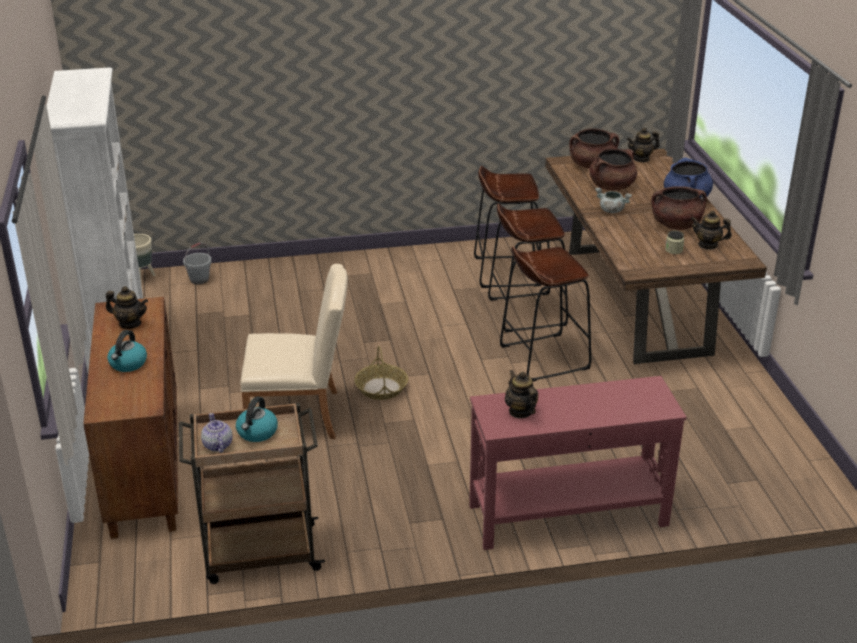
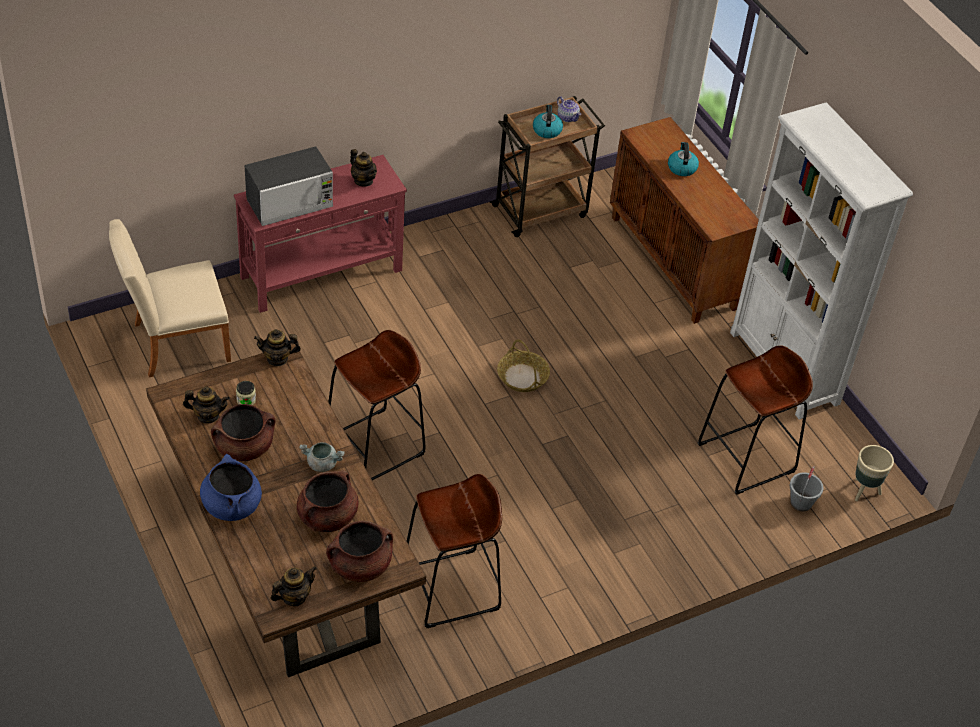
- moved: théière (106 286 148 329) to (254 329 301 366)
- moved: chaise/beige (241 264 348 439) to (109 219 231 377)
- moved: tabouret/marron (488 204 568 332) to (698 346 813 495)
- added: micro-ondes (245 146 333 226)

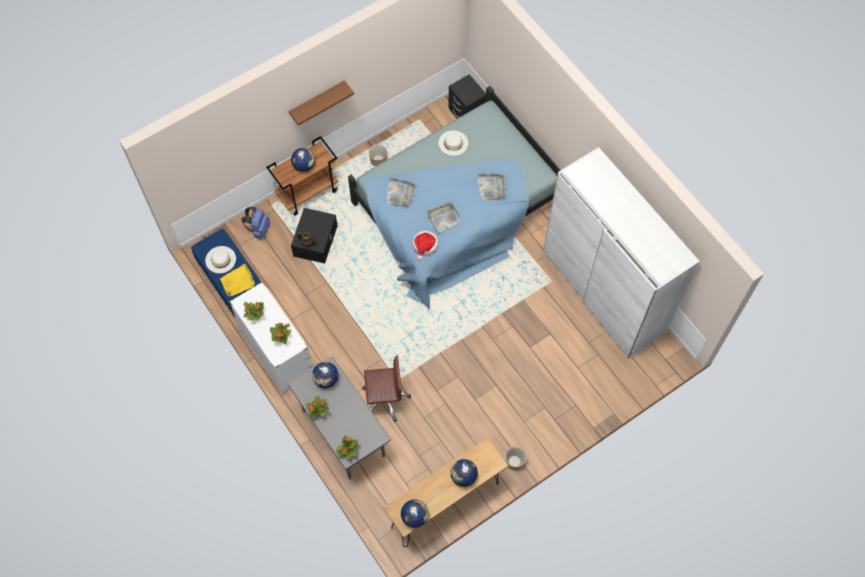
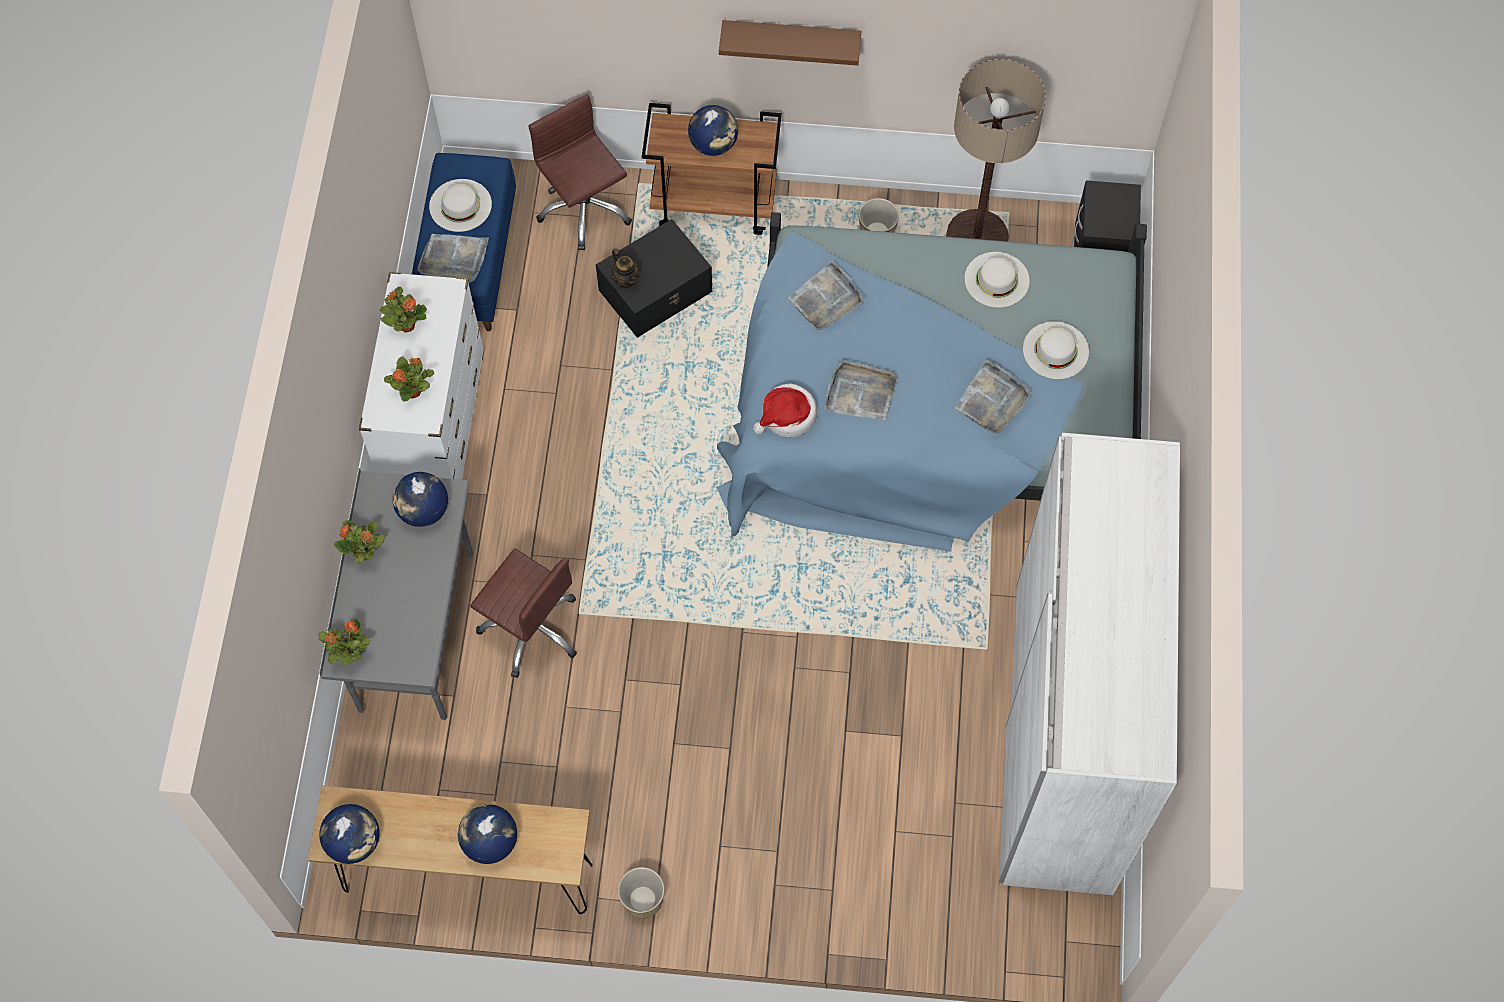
- recoloured: plateau/jaune (220 264 255 296) to plateau/gris (417 234 489 283)
- replaced: sac à dos/bleu (242 207 270 239) to chaise de bureau/marron (528 94 632 250)
- added: lampadaire (946 59 1046 242)
- added: chapeau/blanc (1023 321 1089 379)

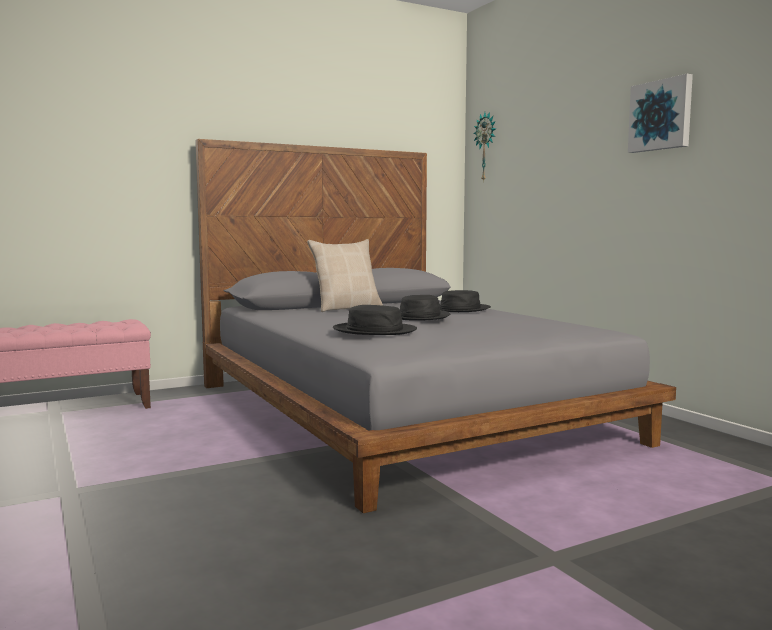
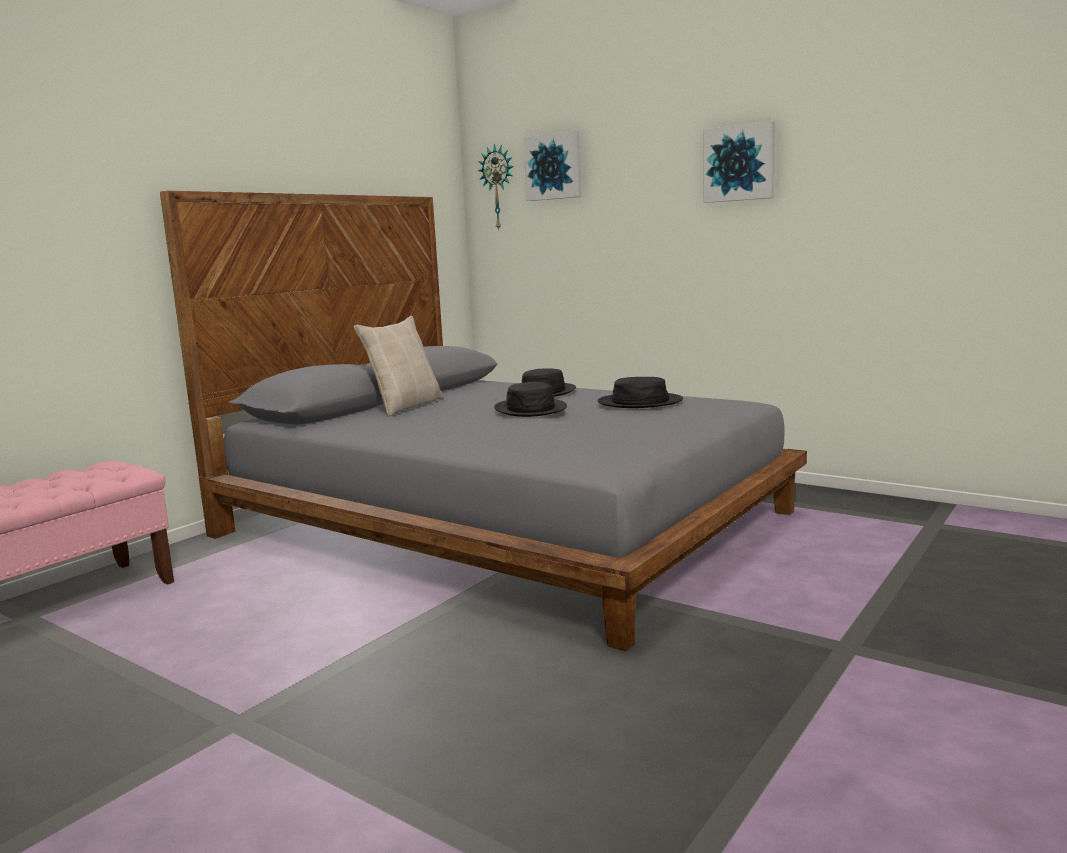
- moved: chapeau/noir (333 305 417 335) to (598 377 683 408)
- added: tableau (524 130 581 201)

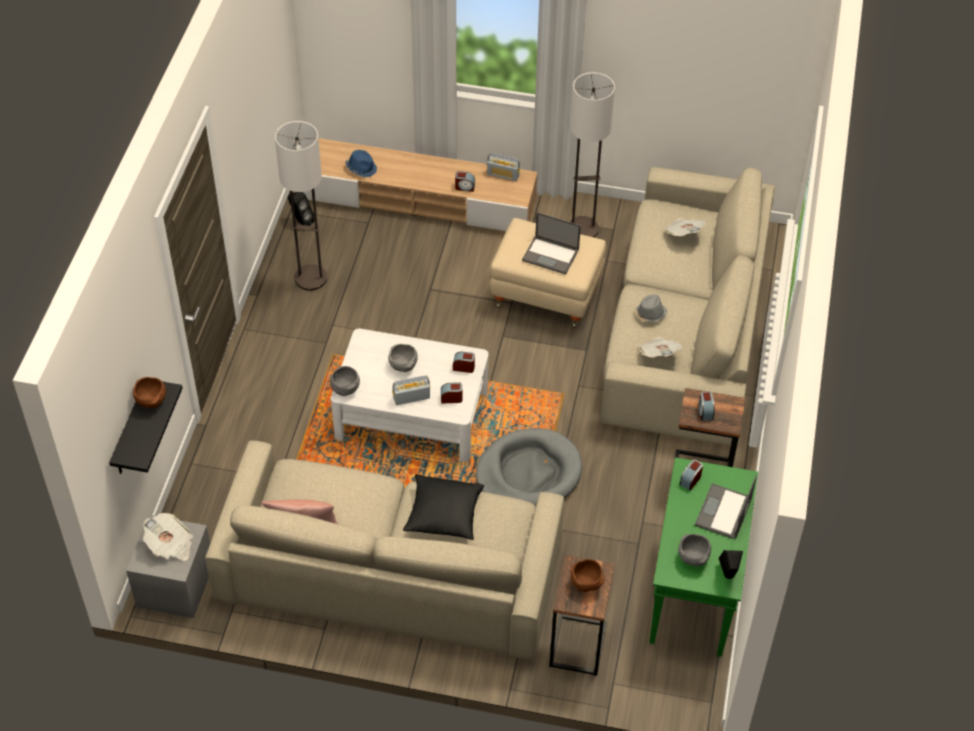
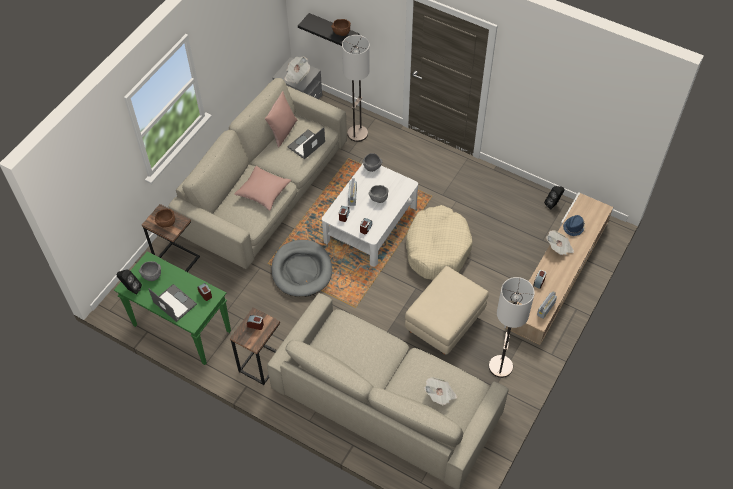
- moved: lampadaire (275 121 327 291) to (342 35 370 142)
- recoloured: coussin/noir (403 474 484 540) to coussin/rose (234 166 291 211)
- moved: ordinateur portable (522 212 581 275) to (287 127 325 159)
- removed: chapeau/gris (635 295 667 322)
- moved: journal (639 337 682 358) to (546 230 574 255)
- added: panier pour chien/beige (405 205 473 280)

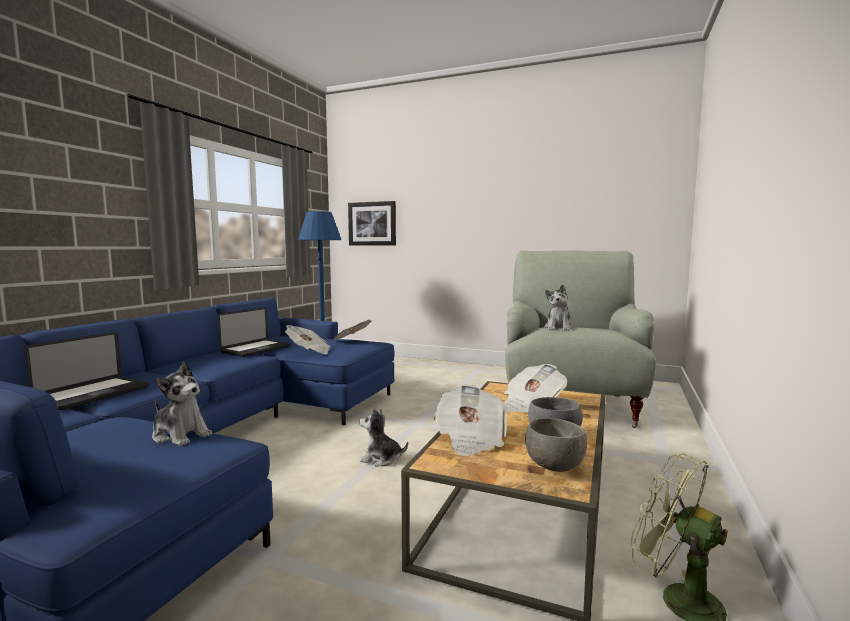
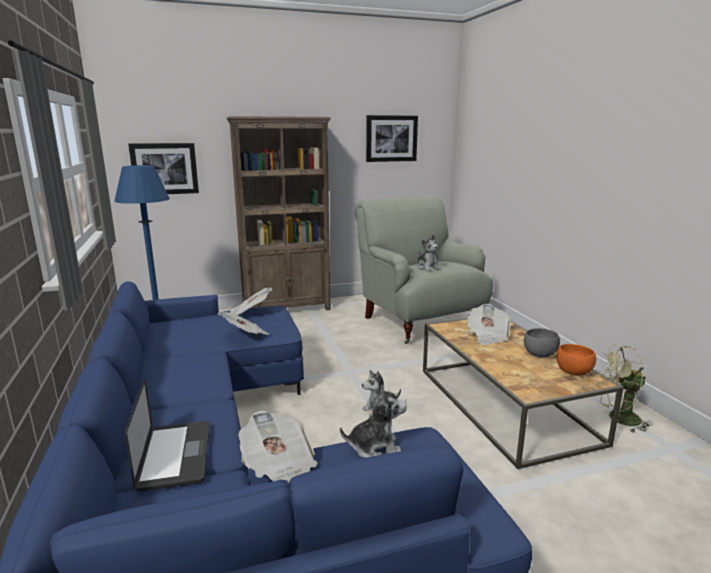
- removed: ordinateur portable (218 307 291 357)
- moved: journal (434 385 507 456) to (238 410 317 483)
- recoloured: bol/gris (525 418 587 472) to bol/orange (557 344 596 375)
- added: bibliothèque/marron (226 116 331 310)
- added: tableau (366 115 418 162)

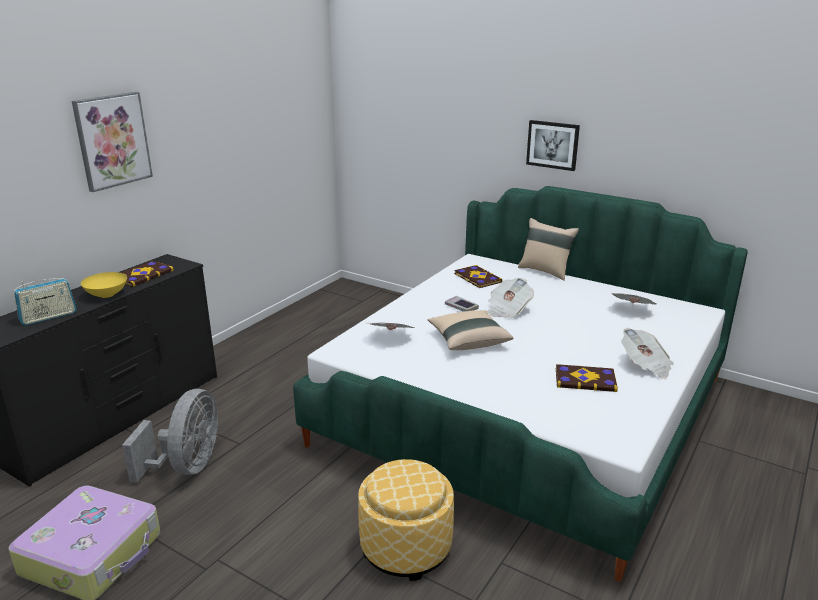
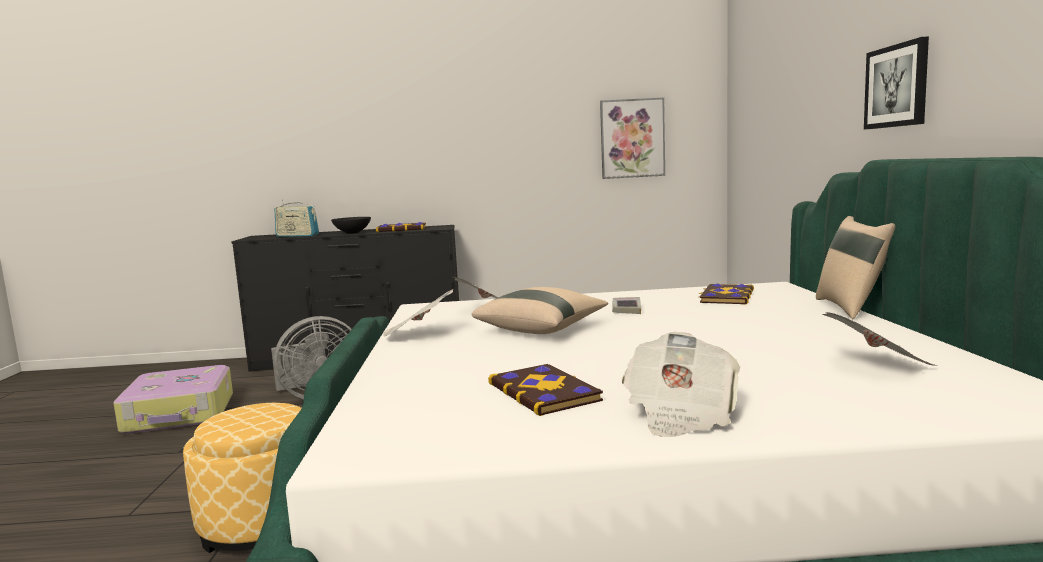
- moved: tableau (72 92 153 192) to (600 97 665 179)
- recoloured: bol/jaune (81 272 127 298) to bol/noir (331 217 371 234)
- moved: journal (487 278 534 318) to (383 290 453 338)

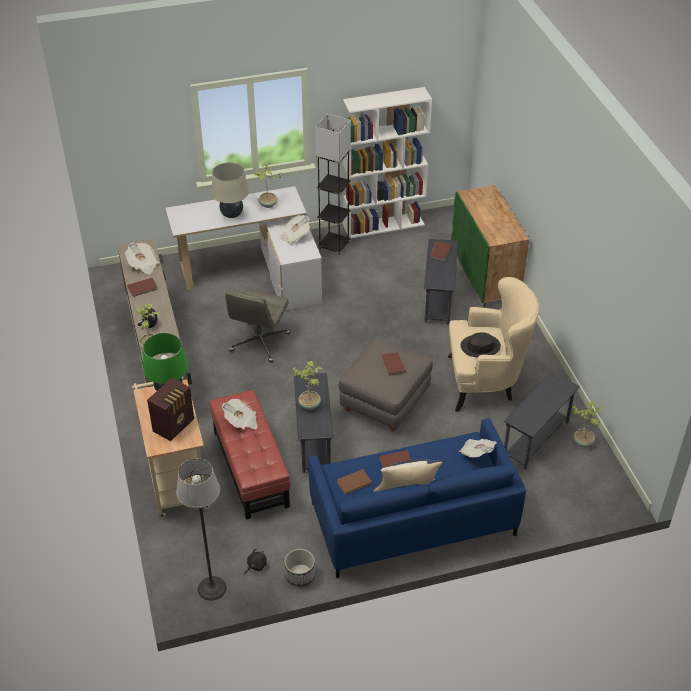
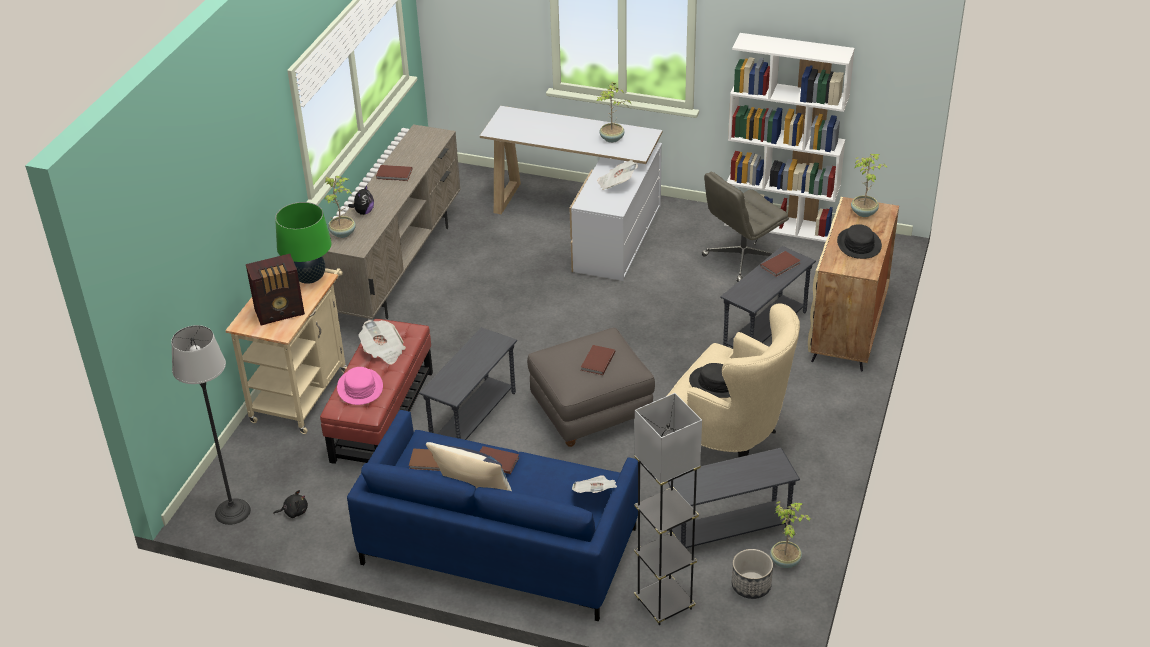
- removed: journal (125 242 159 275)
- removed: lampe de table/beige (212 162 248 218)
- moved: chaise de bureau/gris (225 289 290 363) to (702 172 789 282)
- moved: cache-pot (284 549 315 587) to (732 549 773 599)
- moved: plante en pot (292 361 322 410) to (851 154 887 217)
- moved: lampadaire/gris (315 114 351 255) to (634 393 702 625)
- recoloured: meuble de rangement/vert (451 185 529 308) to meuble de rangement/beige (808 197 899 371)
- added: chapeau/rose (337 367 383 405)
- added: chapeau/noir (837 224 882 259)

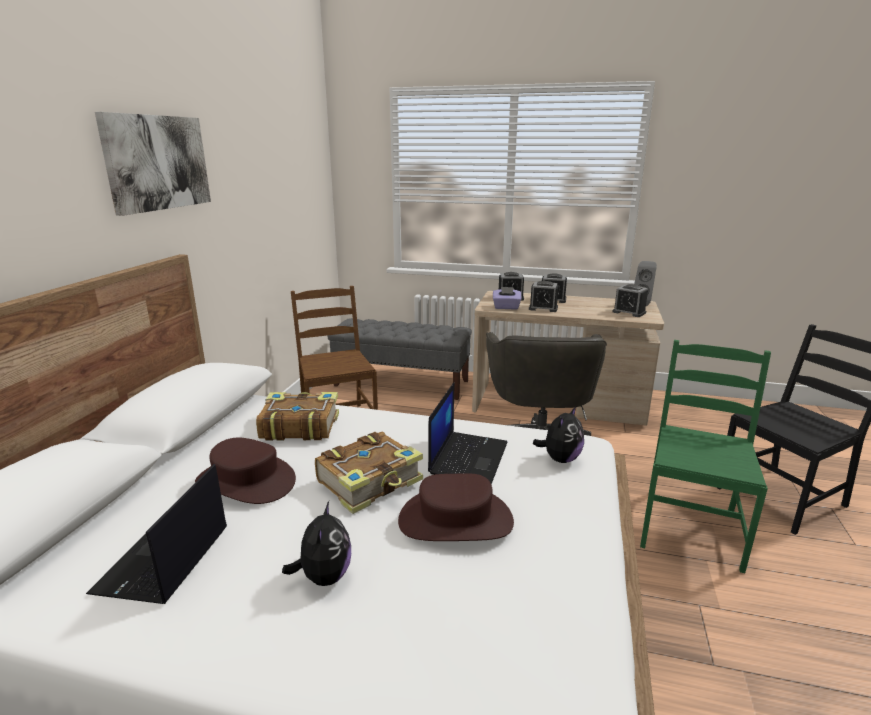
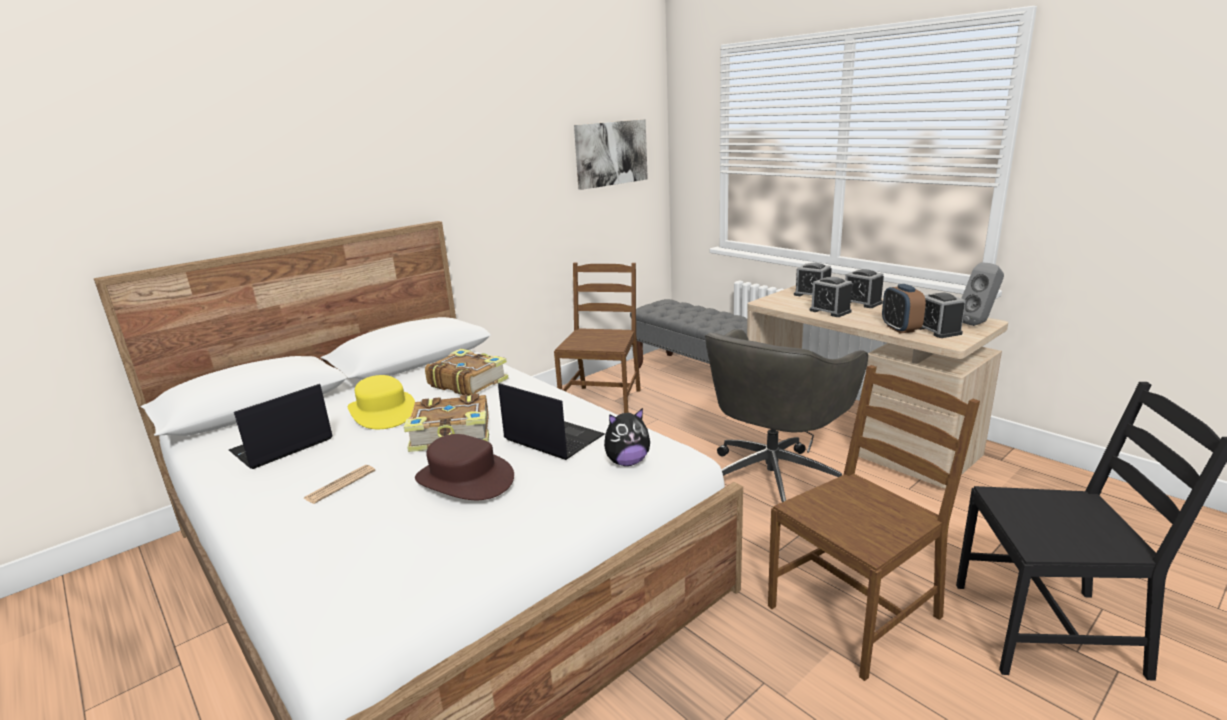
- moved: tableau (95 112 211 216) to (574 119 648 190)
- recoloured: chapeau/marron (195 438 296 504) to chapeau/jaune (348 375 415 429)
- replaced: peluche (282 501 351 586) to journal (303 465 375 504)
- turned: ordinateur portable (428 382 507 484) = (498 383 605 460) 105 degrees counterclockwise
- removed: boîte à mouchoirs/violet (493 287 521 310)
- recoloured: chaise/vert (640 340 771 573) to chaise/marron (768 365 980 681)
- added: réveil (882 284 926 334)

